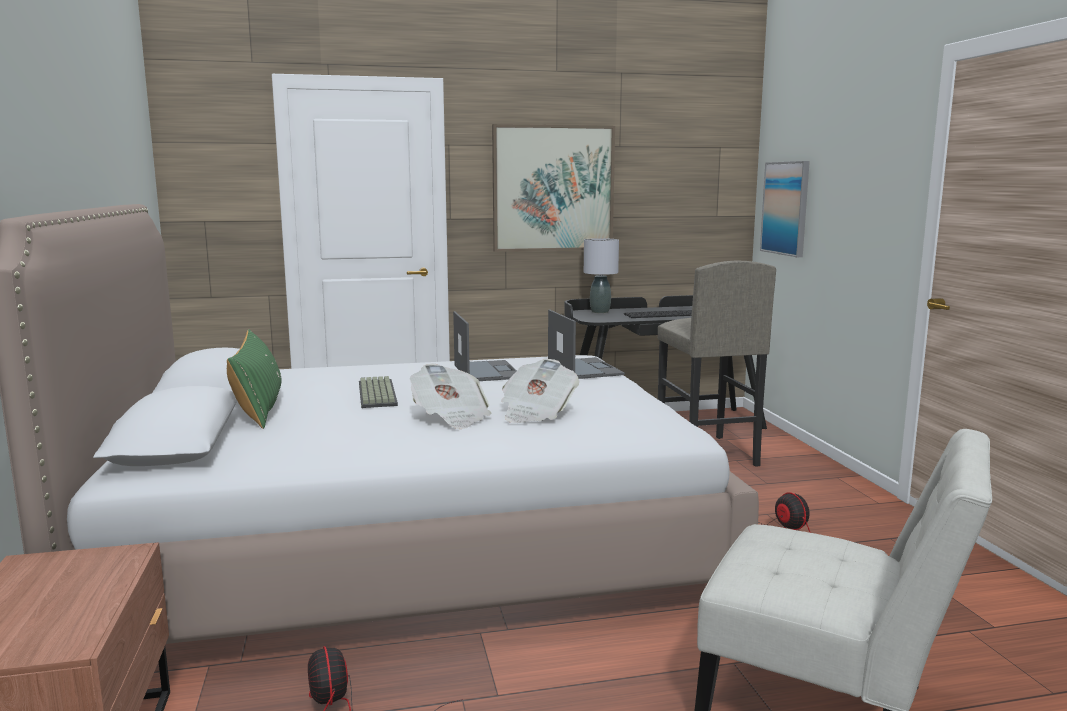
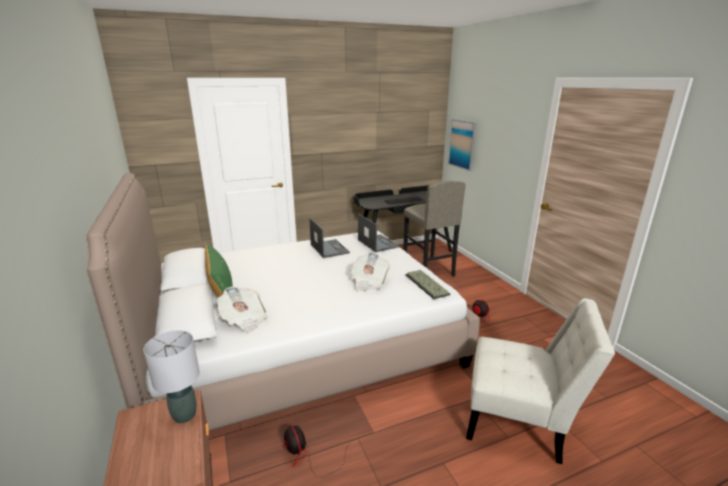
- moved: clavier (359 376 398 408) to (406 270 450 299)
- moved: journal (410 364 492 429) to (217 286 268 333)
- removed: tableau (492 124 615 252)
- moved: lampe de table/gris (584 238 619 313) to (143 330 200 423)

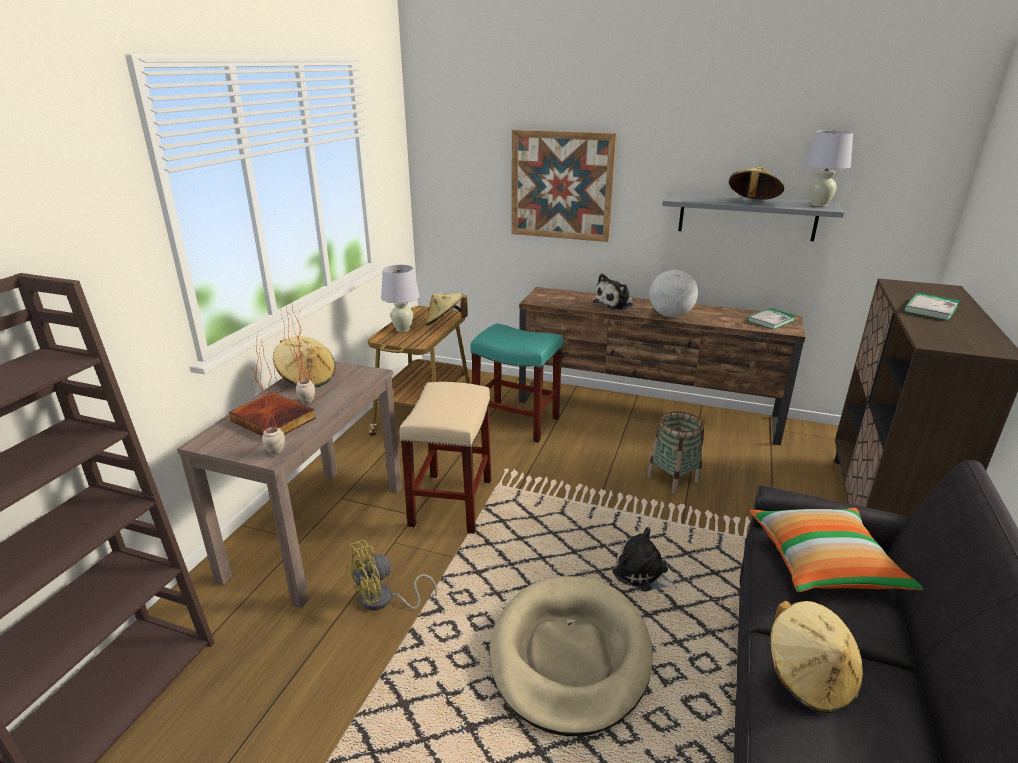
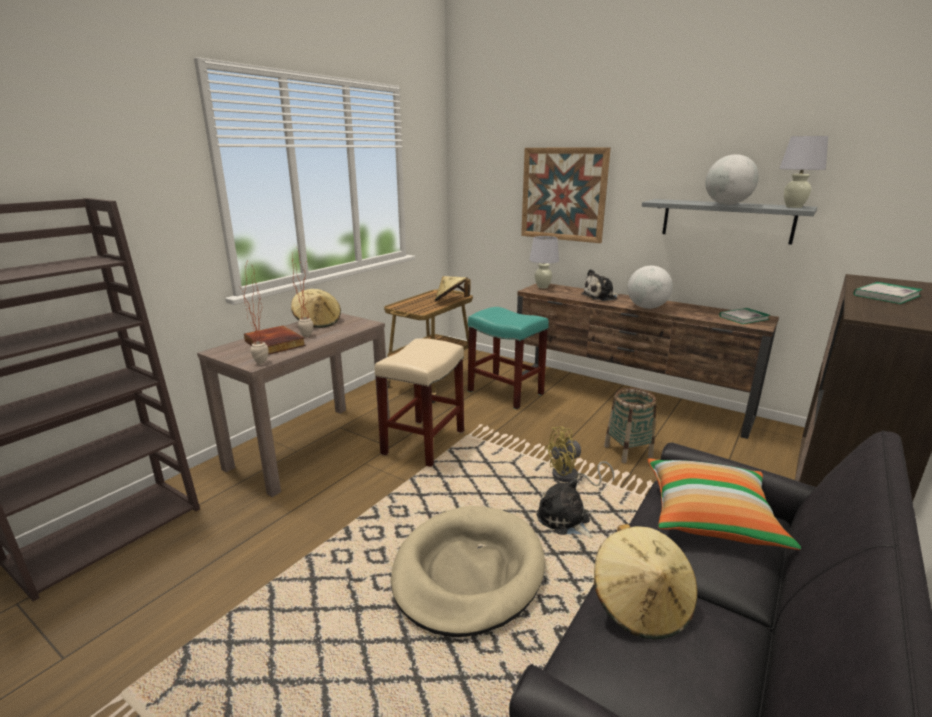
- moved: ventilateur/jaune (346 540 437 611) to (544 427 614 486)
- moved: lampe de table/blanc (381 265 420 332) to (529 236 559 288)
- replaced: chapeau/beige (729 167 784 200) to globe (705 154 759 205)

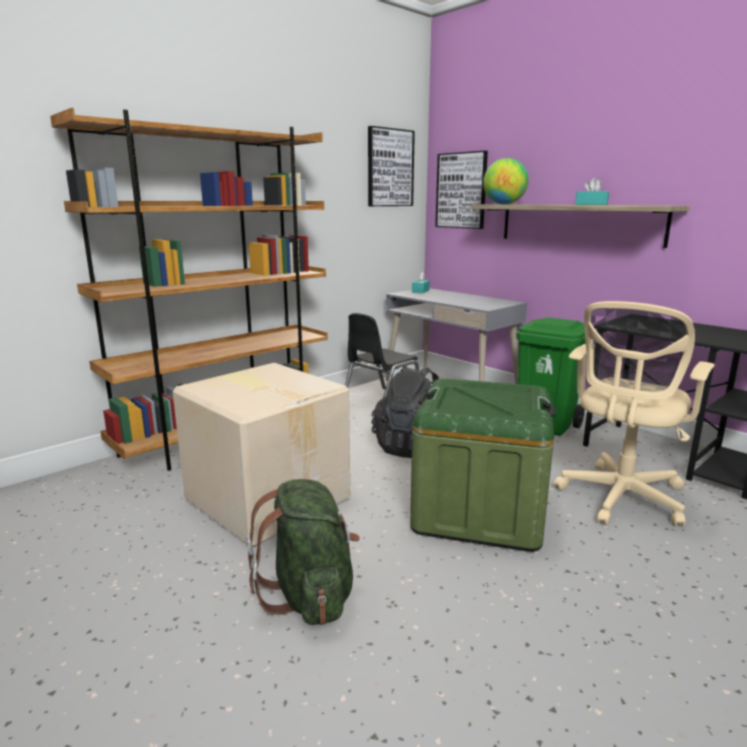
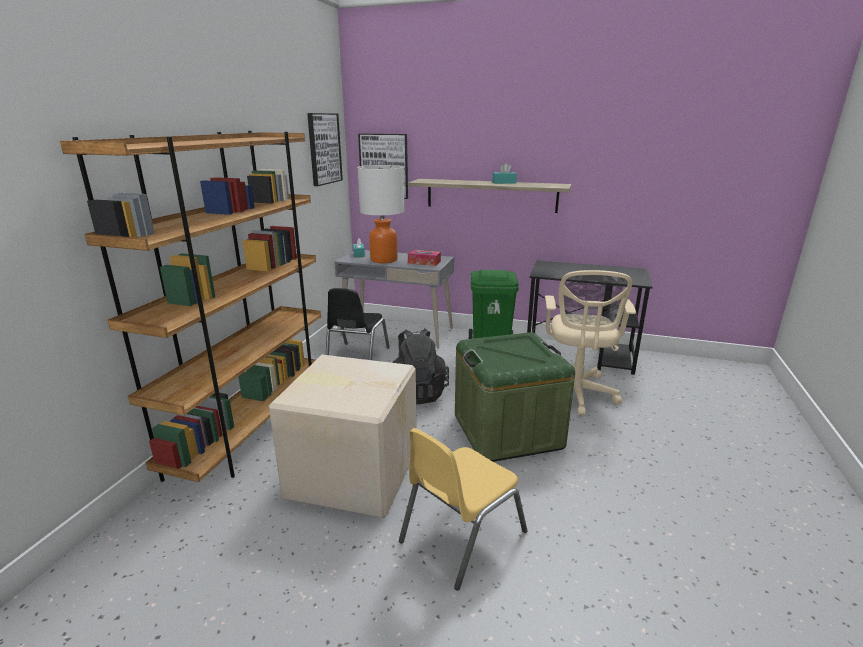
- replaced: sac à dos/vert (247 479 360 625) to chaise/jaune (399 428 528 591)
- removed: globe (483 158 529 204)
- added: lampe de table (357 165 404 263)
- added: boîte à mouchoirs (408 250 441 266)

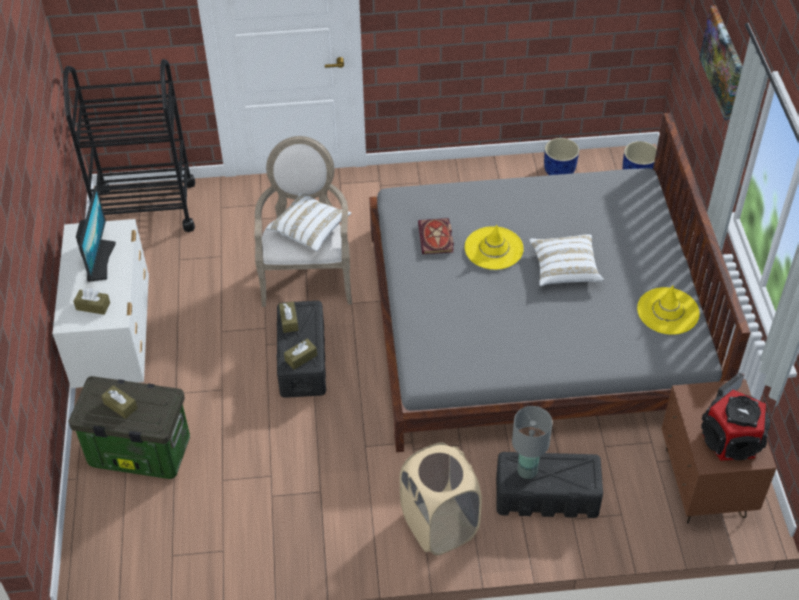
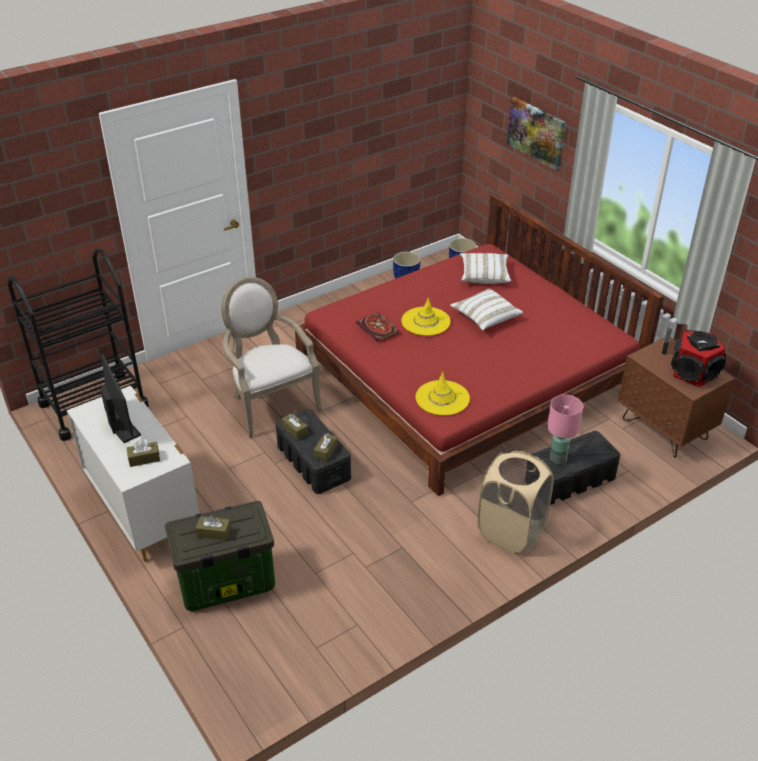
- moved: coussin/blanc (266 193 351 252) to (460 253 511 284)
- recoloured: lit/gris (369 113 751 452) to lit/rouge (295 194 664 496)
- recoloured: lampe de table/gris (512 406 553 479) to lampe de table/rose (547 394 583 465)
- moved: chapeau/jaune (637 285 700 335) to (416 372 470 416)

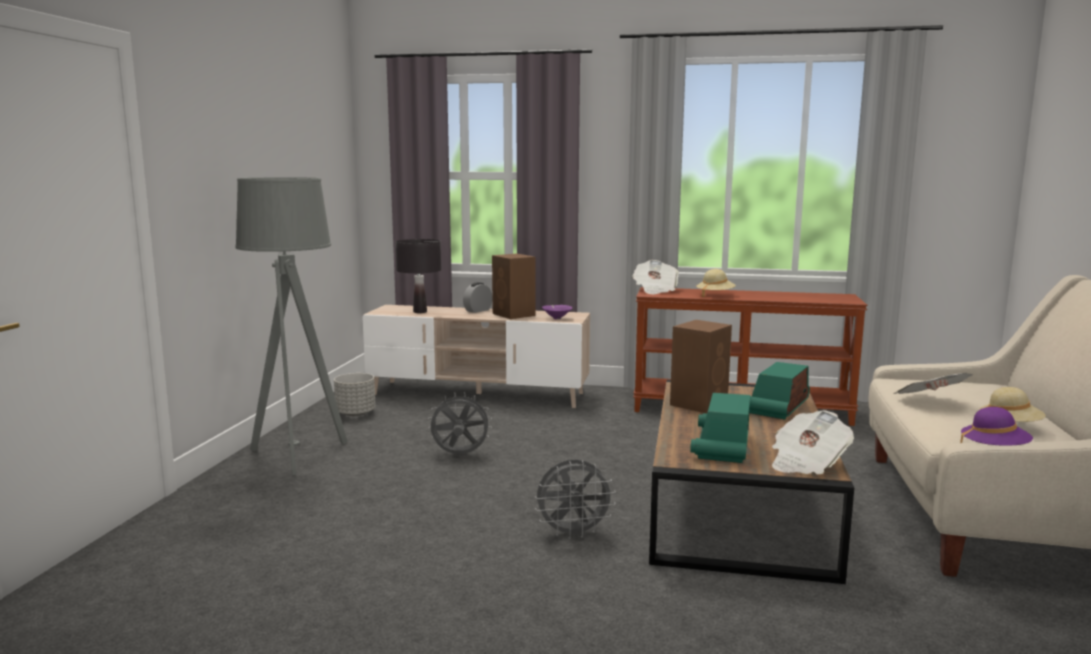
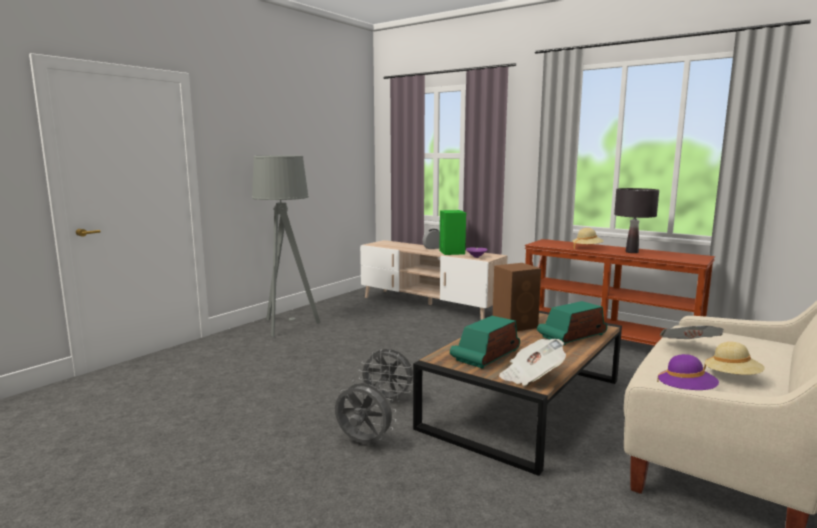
- removed: cache-pot/gris (334 373 376 416)
- moved: lampe de table/noir (395 239 441 313) to (614 188 659 253)
- moved: ventilateur/gris (428 392 492 454) to (335 378 396 443)
- recoloured: enceinte/marron (492 254 535 319) to enceinte/vert (439 210 466 255)
- removed: journal (632 260 679 294)

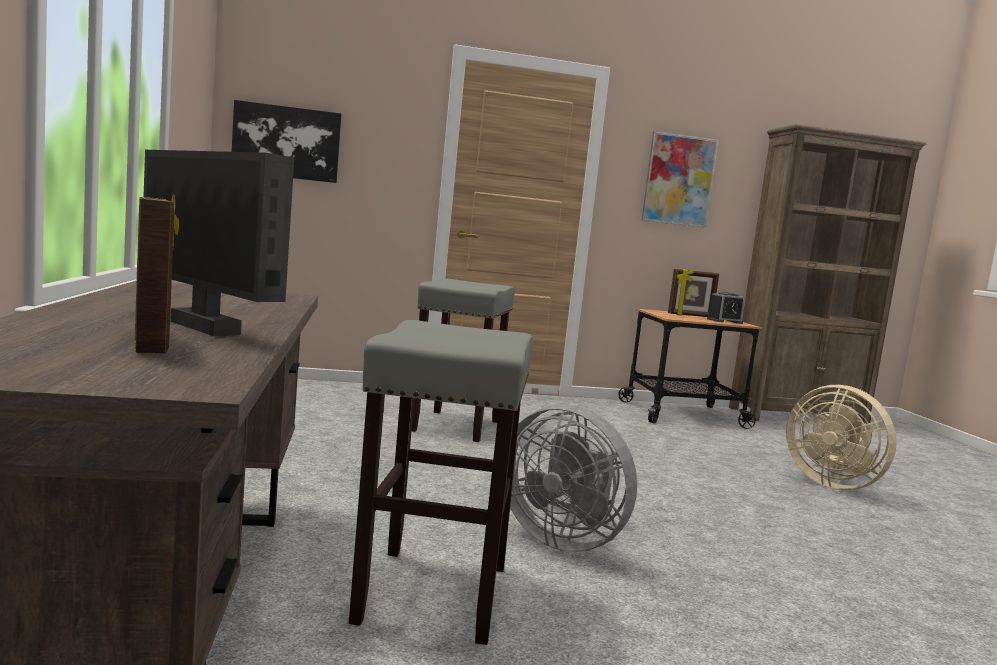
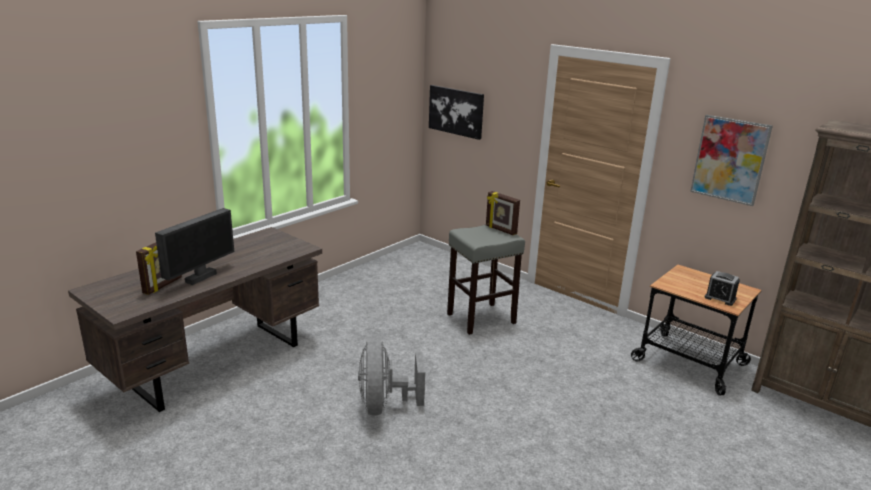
- turned: écran d'ordinateur (143 150 294 336) = (155 208 234 285) 150 degrees counterclockwise
- removed: tabouret/gris (349 320 533 645)
- moved: cadre photo (668 269 719 317) to (486 191 520 235)
- removed: ventilateur/beige (786 385 897 490)

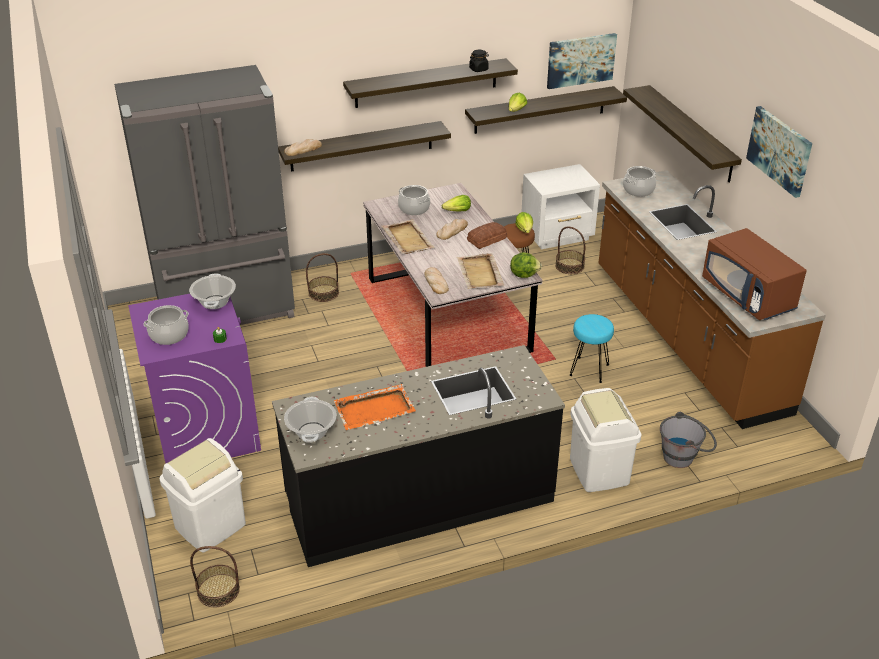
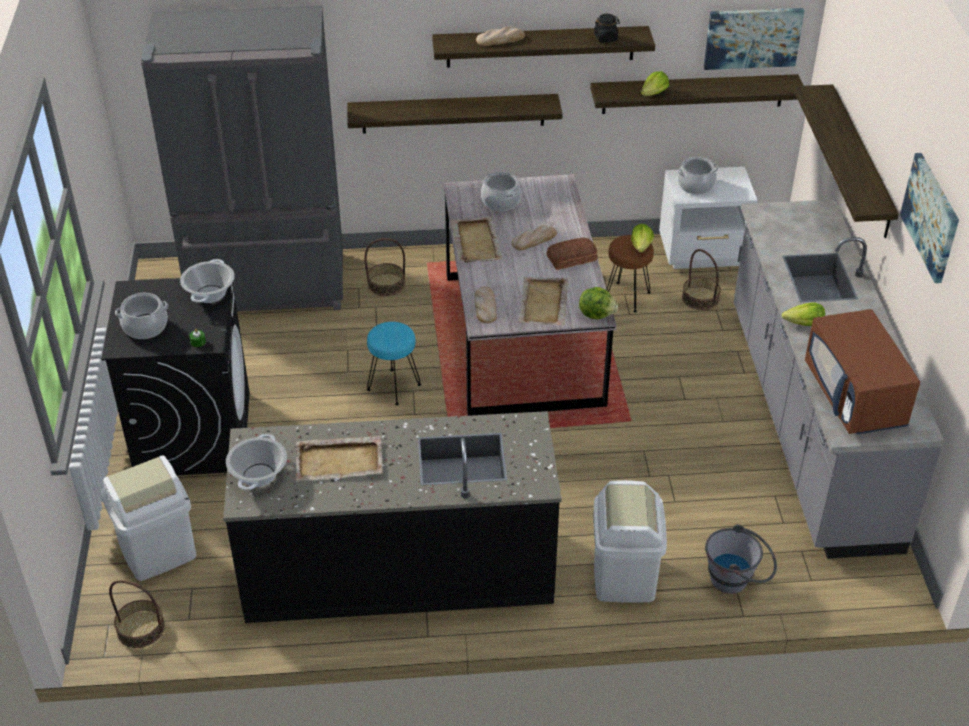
- recoloured: lave-linge/violet (128 294 261 463) to lave-linge/noir (101 278 250 476)
- moved: pain (284 139 322 156) to (476 27 525 46)
- recoloured: plateau/orange (334 384 416 430) to plateau/beige (296 436 383 481)
- moved: laitue (442 195 471 212) to (782 303 825 326)
- moved: tabouret/turquoise (570 314 614 383) to (367 322 421 405)
- recoloured: comptoir de cuisine/marron (599 170 826 429) to comptoir de cuisine/gris (734 200 944 559)
- moved: marmite (623 166 656 197) to (677 157 719 195)

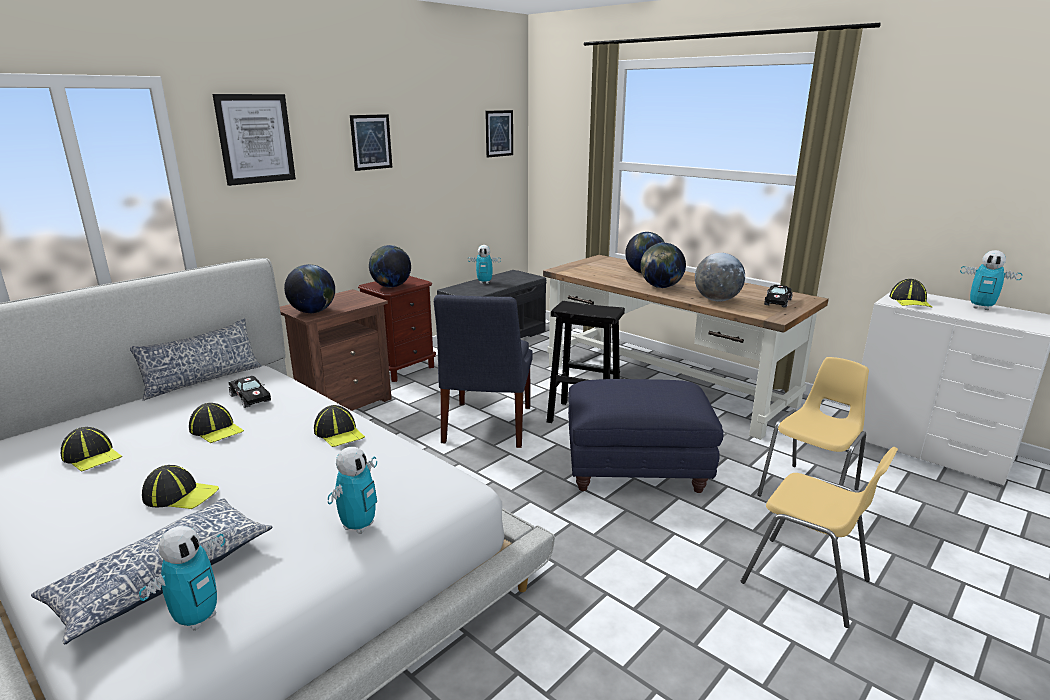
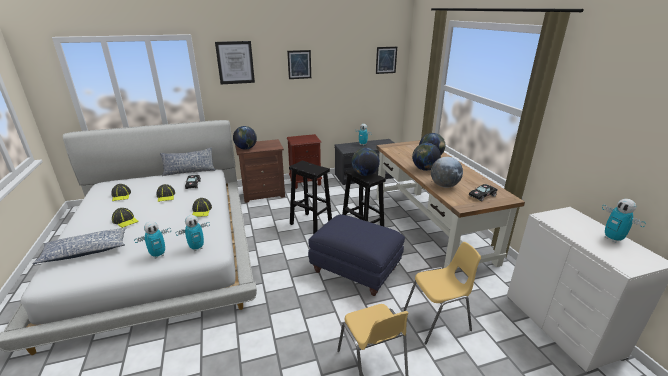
- moved: robot jouet (139 526 225 630) to (176 215 210 251)
- moved: globe (369 245 411 288) to (352 148 380 176)
- replaced: chaise/bleu (434 294 532 448) to tabouret/noir (289 161 332 235)
- removed: casquette (889 279 933 308)

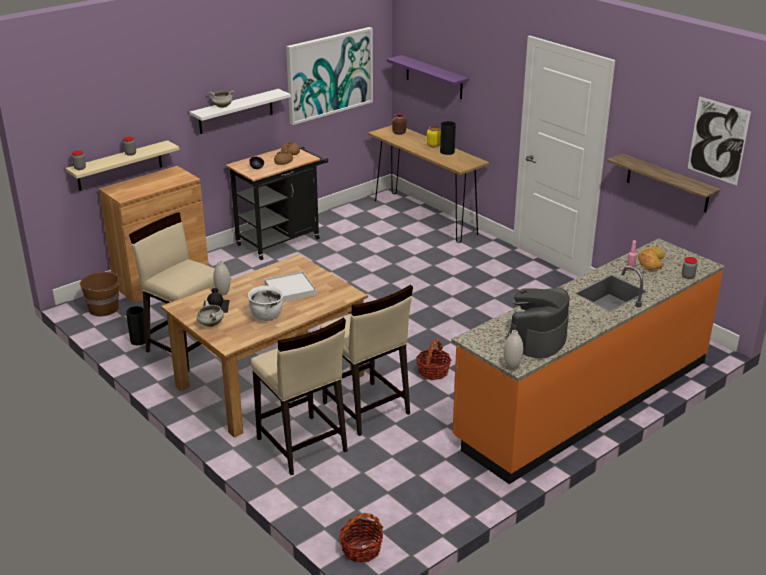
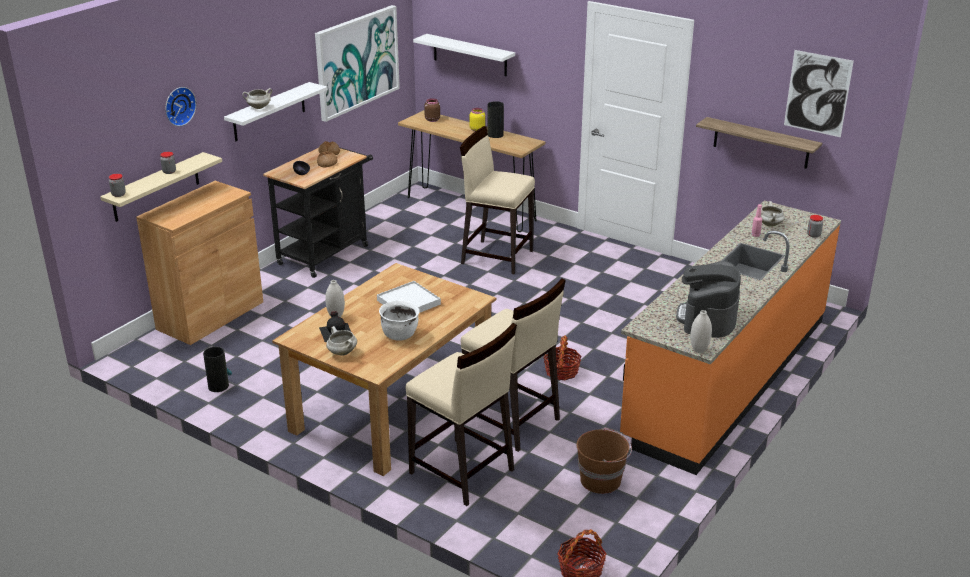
- moved: seau/marron (80 271 121 316) to (577 428 632 494)
- moved: tabouret/beige (129 212 215 372) to (460 126 535 274)
- recoloured: étagère/violet (387 55 469 99) to étagère/blanc (413 34 515 76)
- replaced: pain (638 247 665 270) to marmite/blanc (761 201 785 227)
- added: horloge murale (165 87 196 126)

